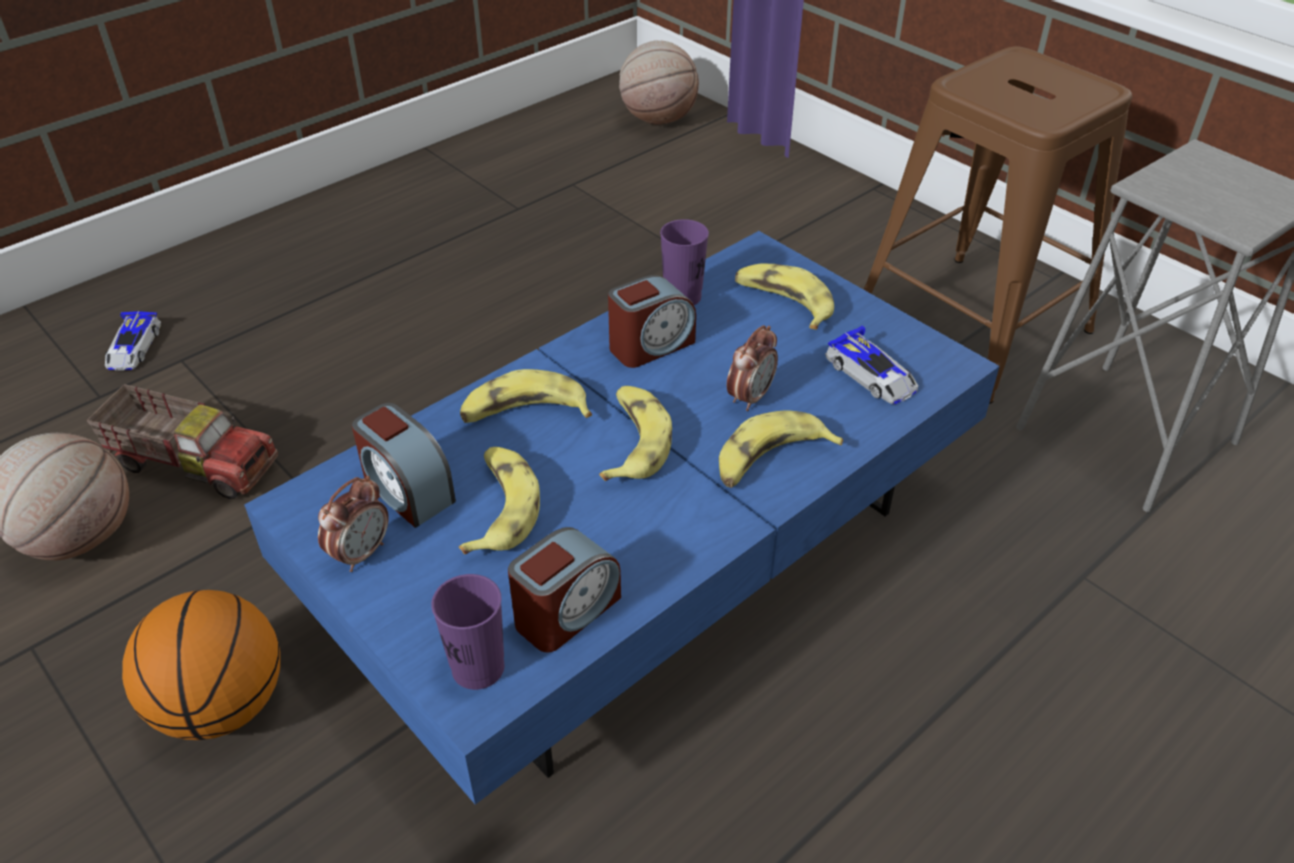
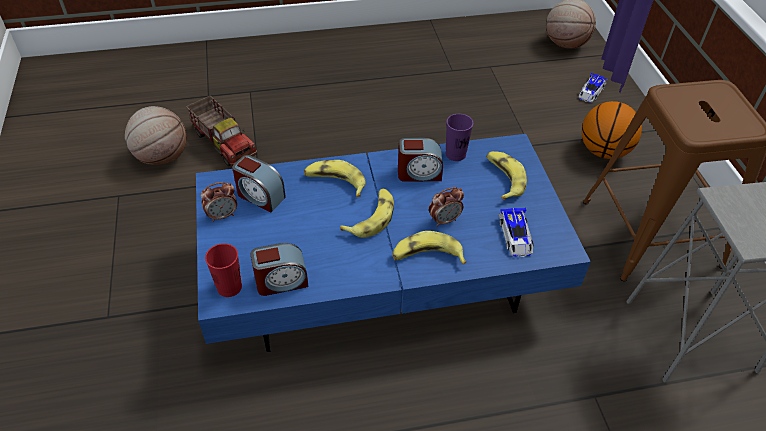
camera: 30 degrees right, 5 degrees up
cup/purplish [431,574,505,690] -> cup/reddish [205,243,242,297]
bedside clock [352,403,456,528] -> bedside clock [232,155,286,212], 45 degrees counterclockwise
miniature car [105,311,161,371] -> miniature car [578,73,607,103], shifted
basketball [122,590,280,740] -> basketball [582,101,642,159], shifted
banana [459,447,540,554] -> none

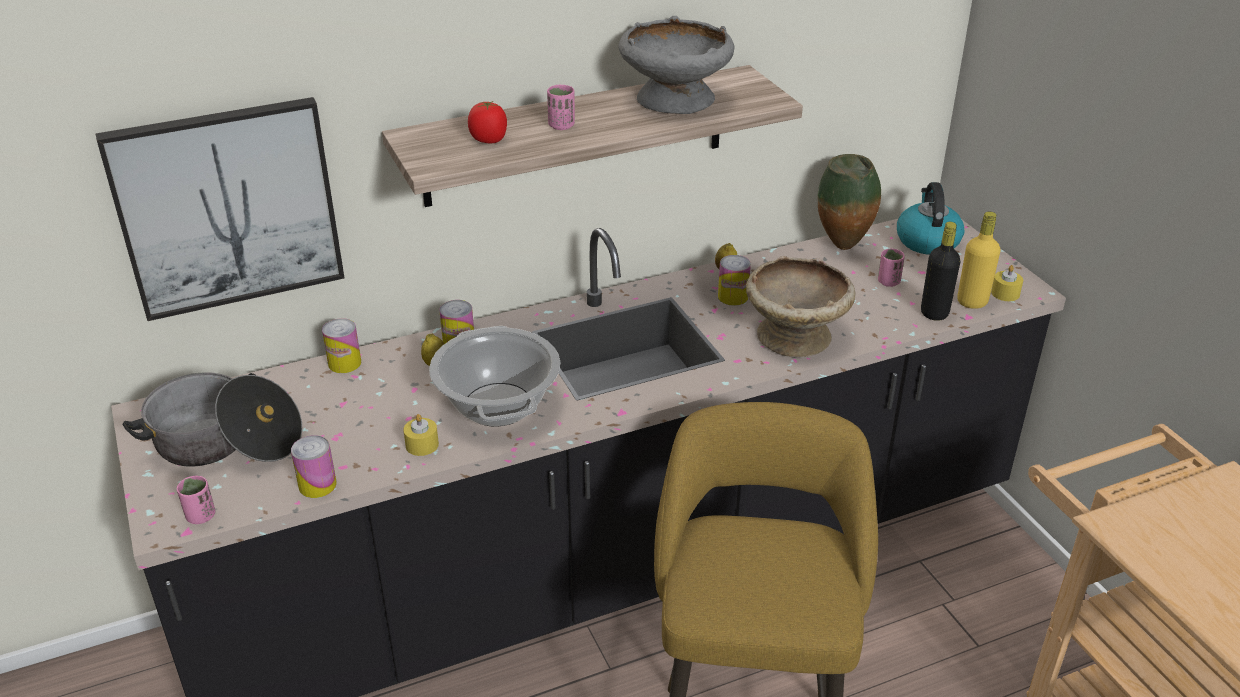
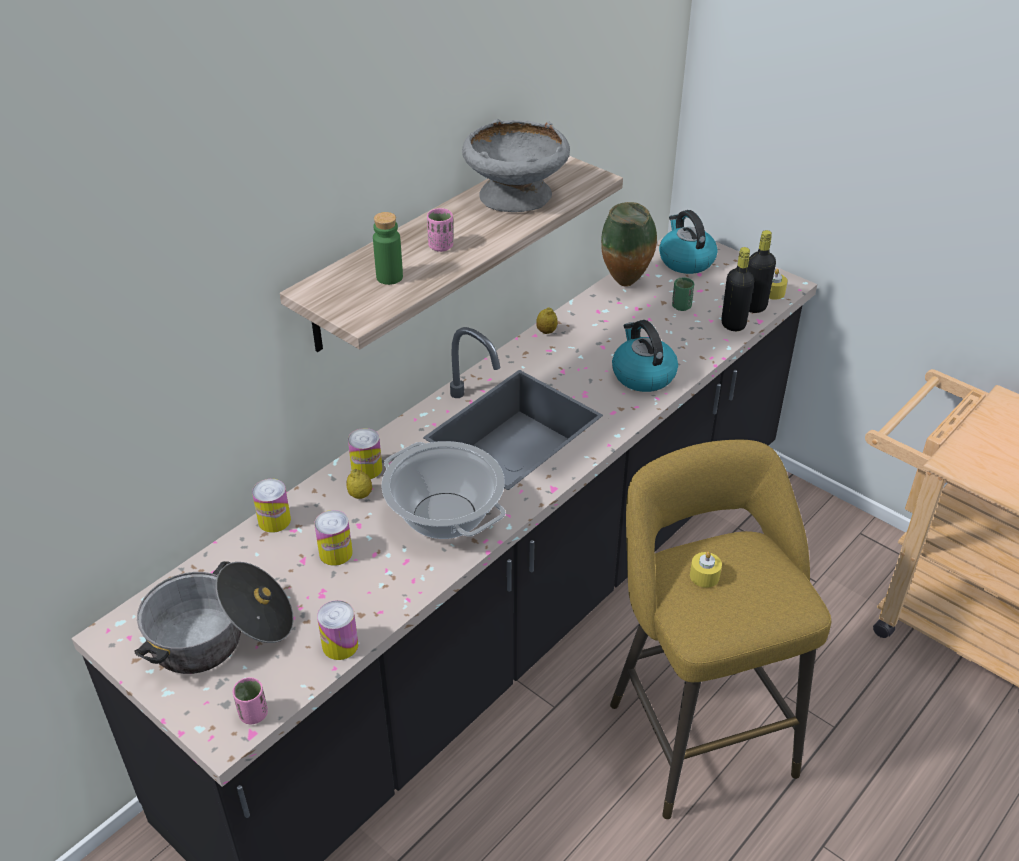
camera: 25 degrees left, 5 degrees up
can [718,255,751,306] -> can [314,510,353,566], shifted
fresh tomato [468,101,507,143] -> beverage bottle/greenish [373,212,403,285]
serving bowl/beige-coloured [746,256,856,357] -> water kettle [612,320,678,392]
cup/pink [878,249,905,287] -> cup/greenish [672,277,694,311]
wax candle/yellowish [403,414,439,456] -> wax candle/yellowish [690,551,722,588], shifted
beverage bottle/yellowish [957,212,1001,309] -> beverage bottle/blackish [748,230,776,313]
picture [96,97,345,321] -> none

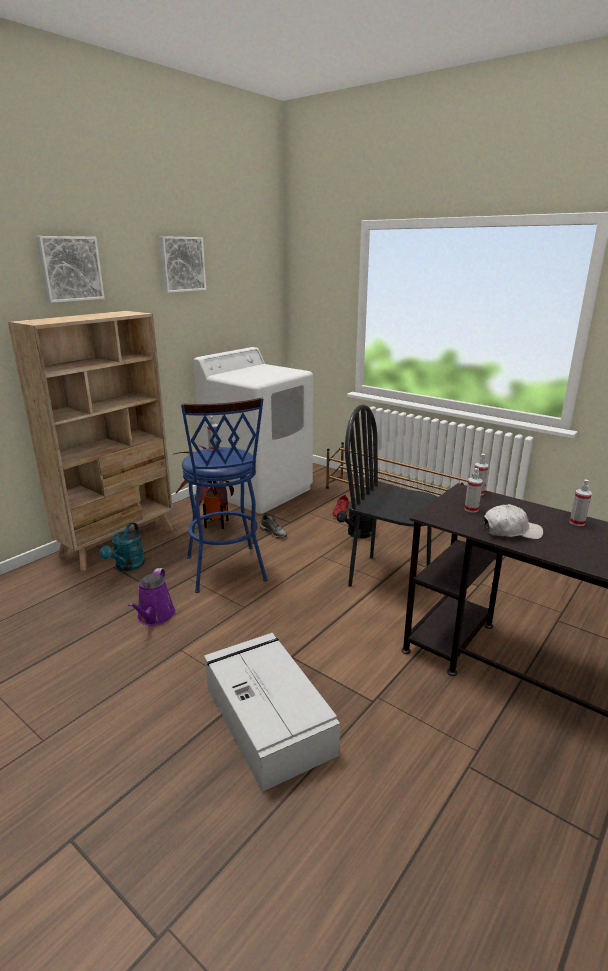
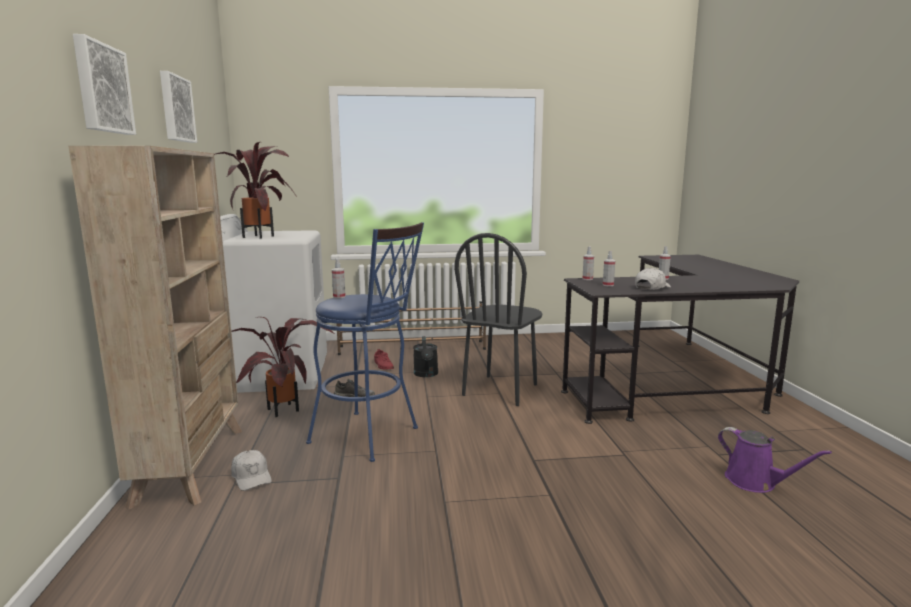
camera: 45 degrees left, 10 degrees down
none -> potted plant [214,142,297,239]
watering pot/turquoise [100,522,145,571] -> peaked cap/white [231,450,272,491]
plain chair/blackish [345,404,438,598] -> plain chair/blackish [454,233,542,406], 45 degrees counterclockwise
watering pot/purplish [128,568,176,626] -> watering pot/purplish [718,427,832,493], shifted
storage container/gray [204,633,340,792] -> none

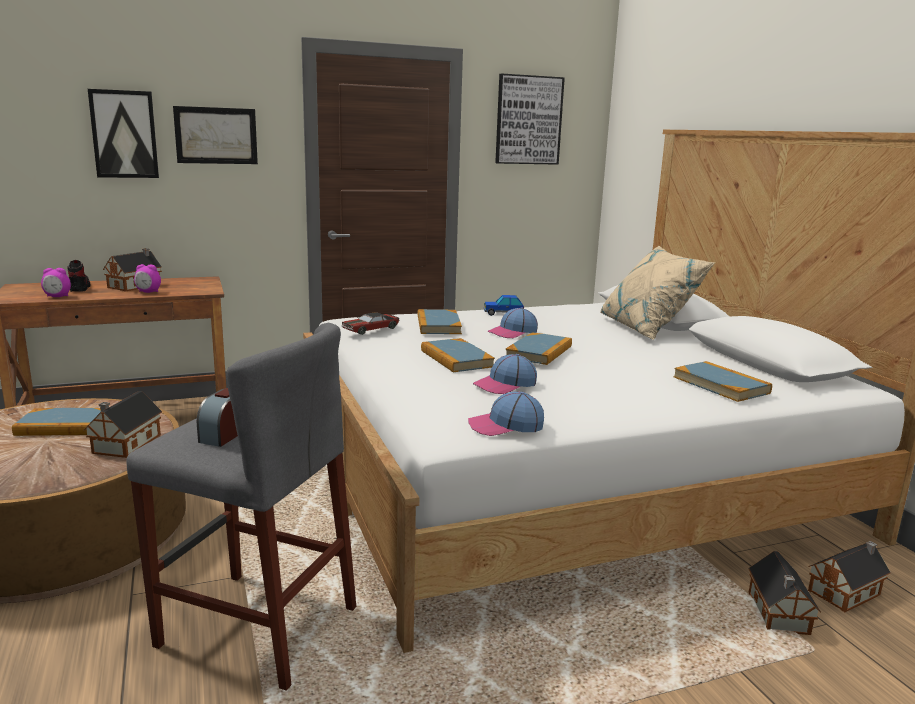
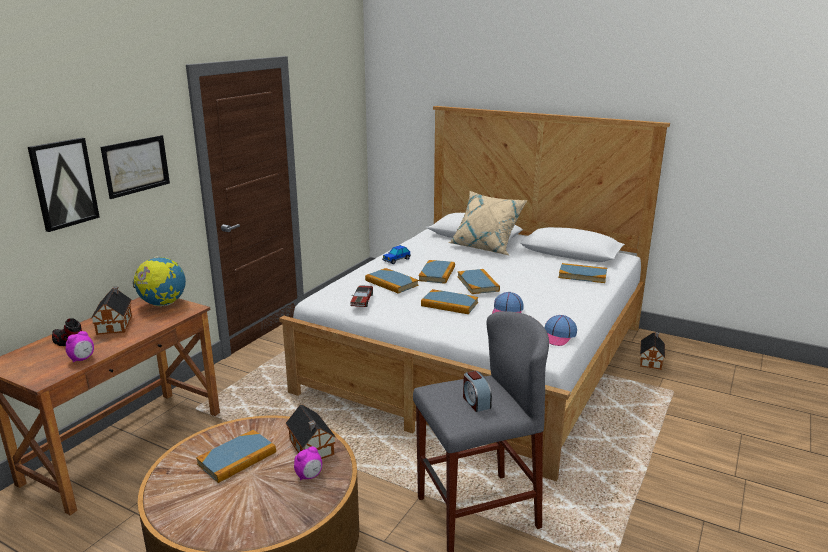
camera: 40 degrees left, 5 degrees up
none -> desk globe [133,256,186,306]
bedside clock [134,264,161,293] -> bedside clock [294,446,322,480], shifted
peaked cap [488,307,538,338] -> volume [418,260,455,284]
picture [495,74,565,165] -> none
toy house [749,551,821,635] -> none

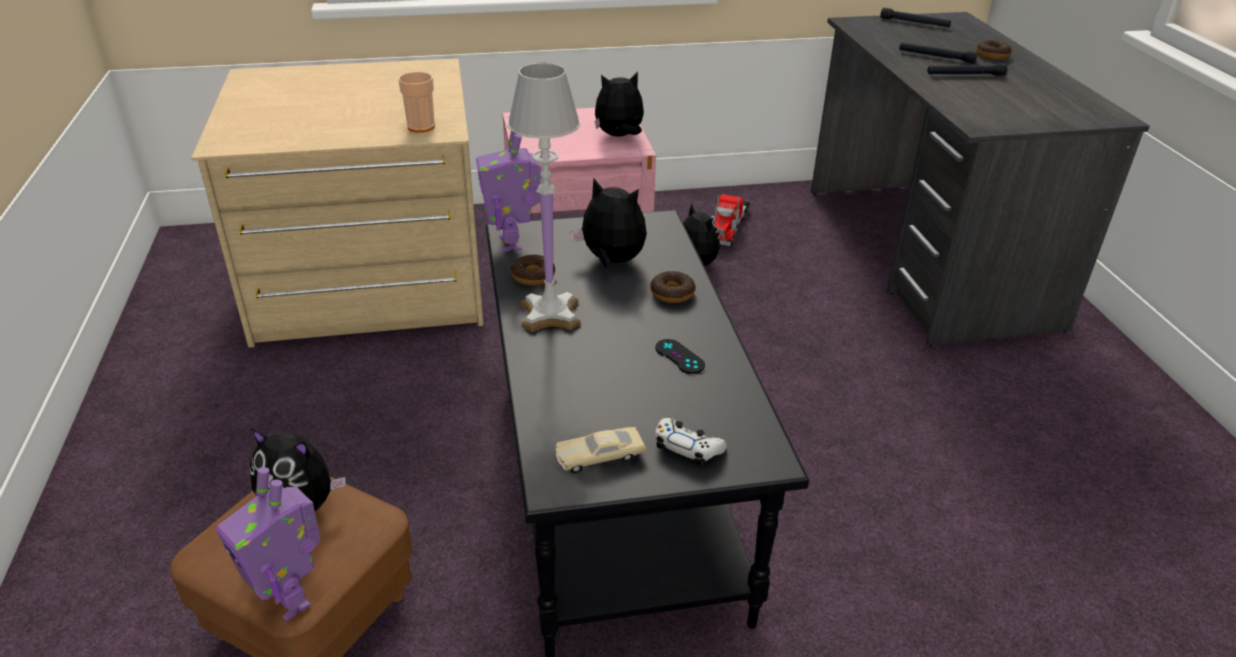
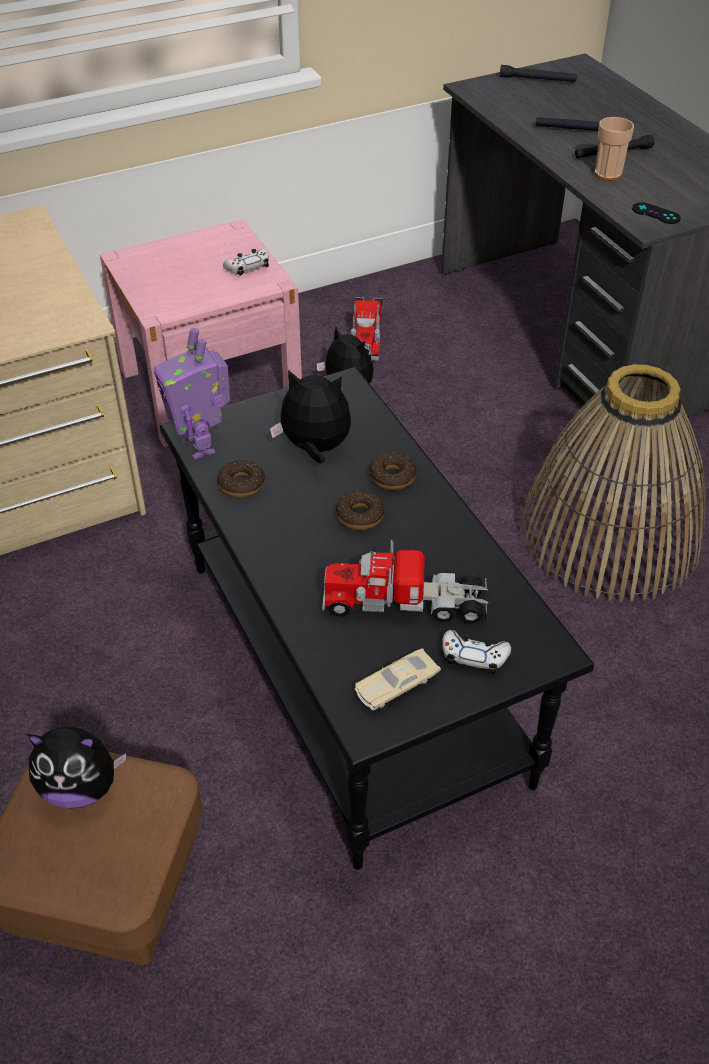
camera: 15 degrees left, 10 degrees up
soft toy [595,72,644,136] -> joypad/white [223,249,269,276]
none -> toy lorry [322,540,488,624]
donut [976,40,1011,60] -> donut [336,490,385,530], shifted
none -> storage basket [520,364,706,603]
cup [398,72,435,133] -> cup [595,117,634,180], shifted
joypad/blackish [655,339,705,374] -> joypad/blackish [632,202,681,224], shifted
toy robot [215,467,321,622] -> none
lamp for a table/white [508,63,580,332] -> none

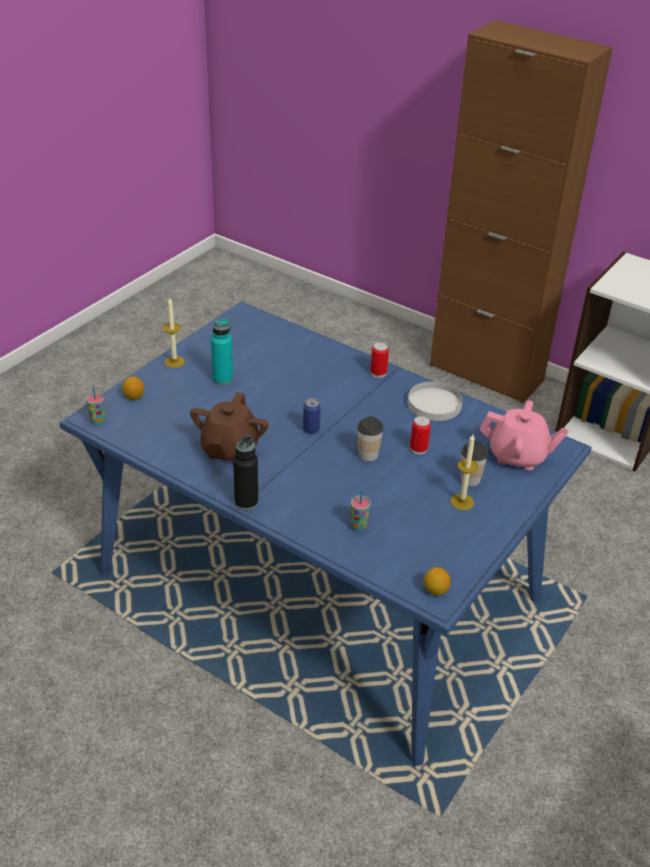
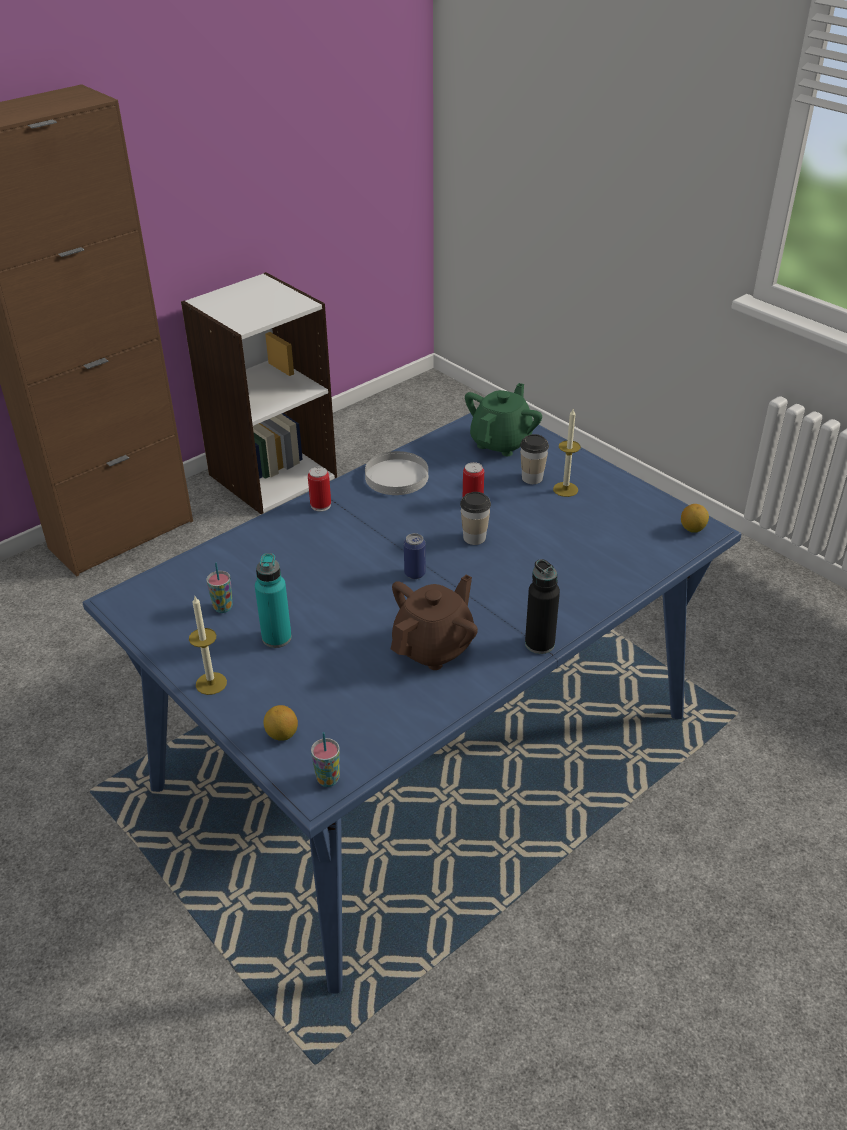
camera: 75 degrees left, 0 degrees up
cup [350,490,371,531] -> cup [206,563,233,613], shifted
tea pot/brown-coloured [190,392,268,461] -> tea pot/brown-coloured [391,574,478,670], 75 degrees counterclockwise
tea pot/pink [480,400,568,470] -> tea pot/greenish [465,383,542,456]

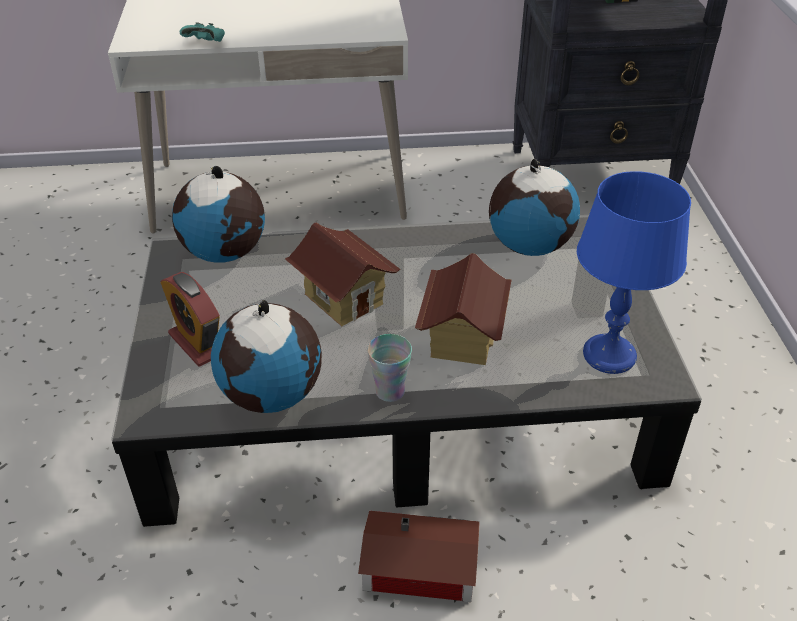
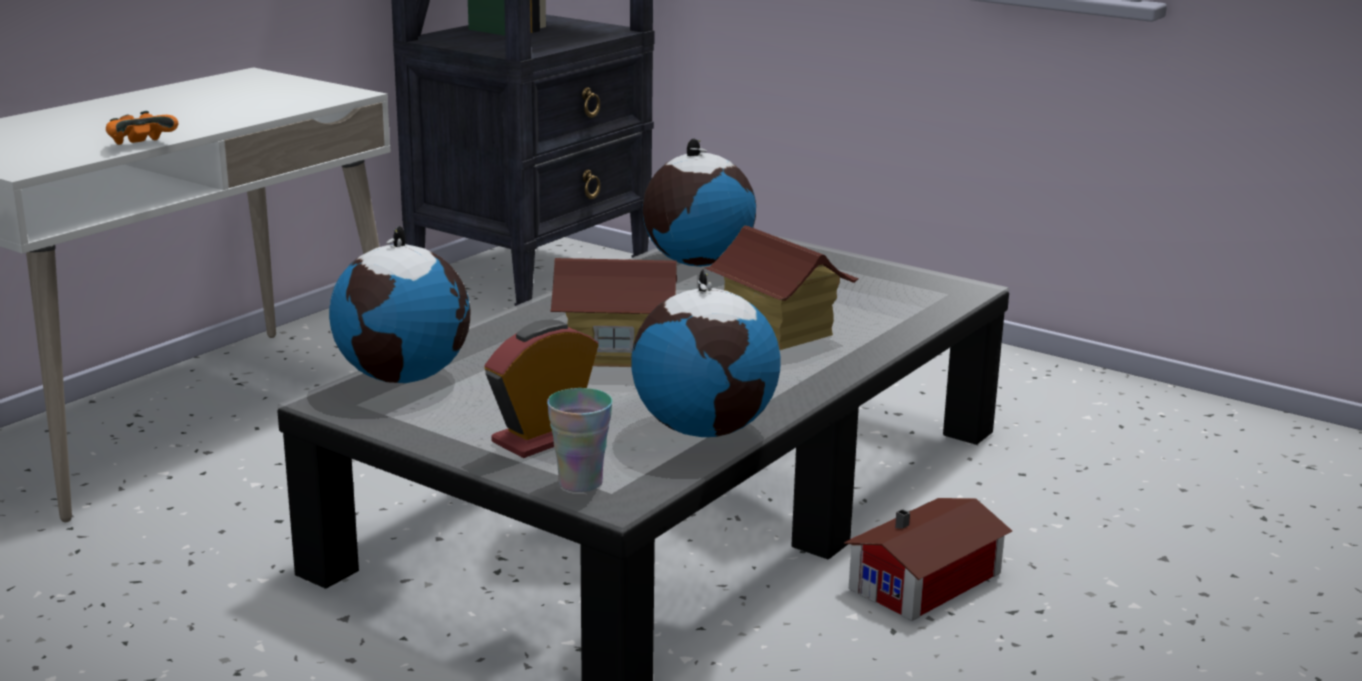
camera: 50 degrees left, 20 degrees down
joypad/turquoise [180,22,225,42] -> joypad/orangey [106,111,178,145]
bedside clock [161,272,220,367] -> bedside clock [484,320,599,458], 135 degrees clockwise
cup [368,334,412,402] -> cup [547,388,613,492], shifted
lamp for a table/blue [577,171,691,374] -> none

